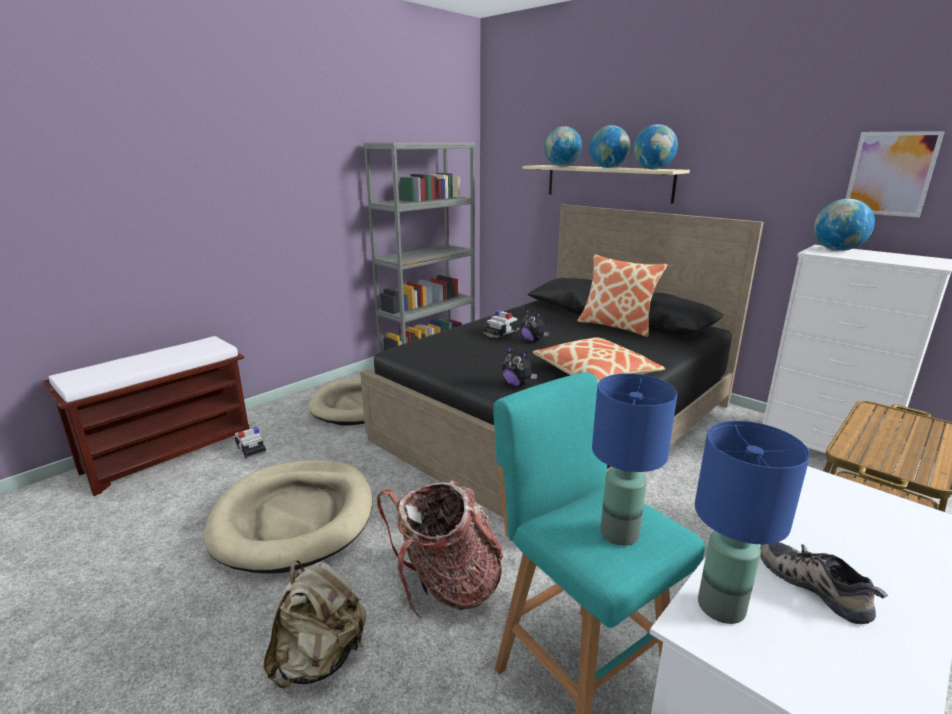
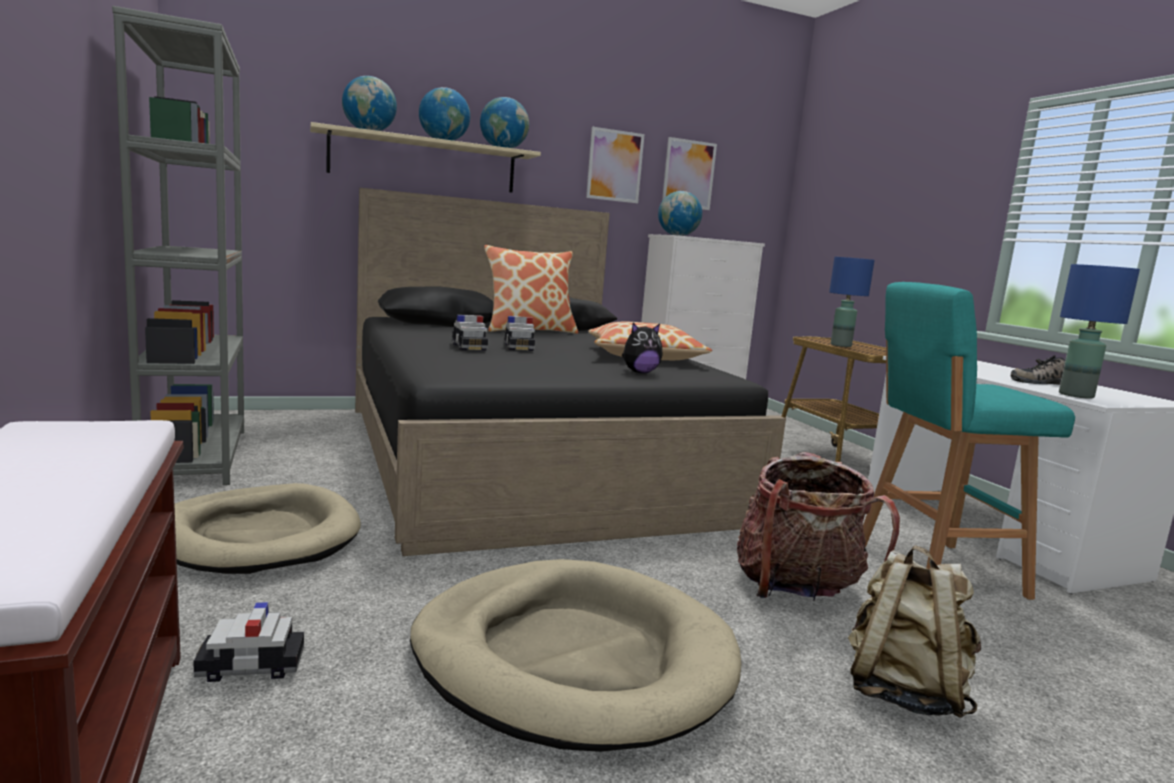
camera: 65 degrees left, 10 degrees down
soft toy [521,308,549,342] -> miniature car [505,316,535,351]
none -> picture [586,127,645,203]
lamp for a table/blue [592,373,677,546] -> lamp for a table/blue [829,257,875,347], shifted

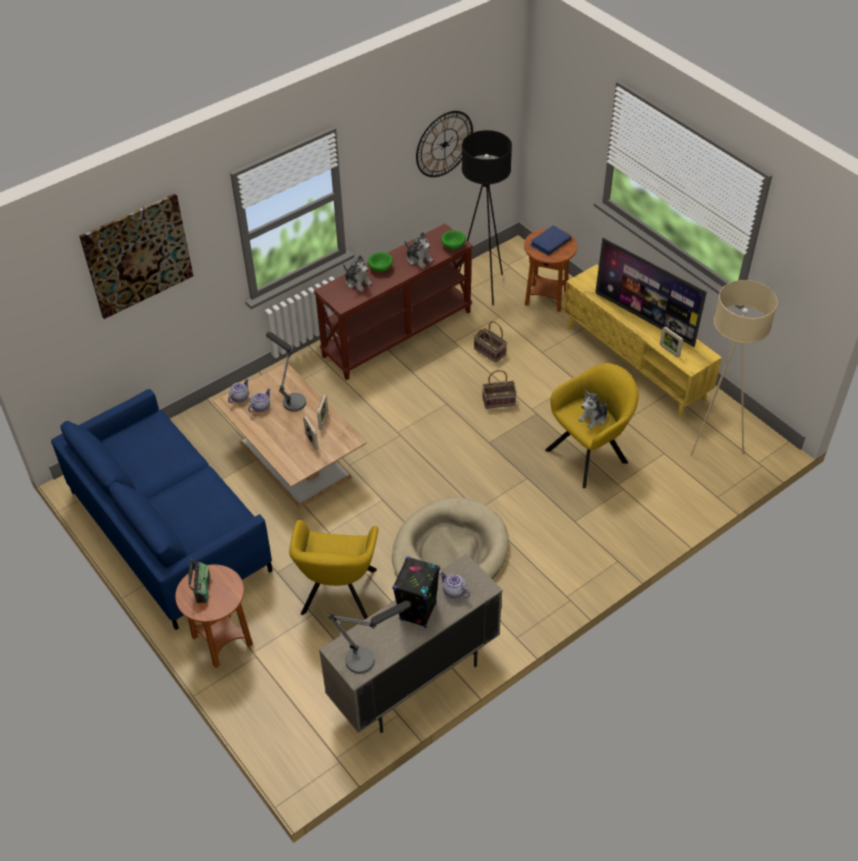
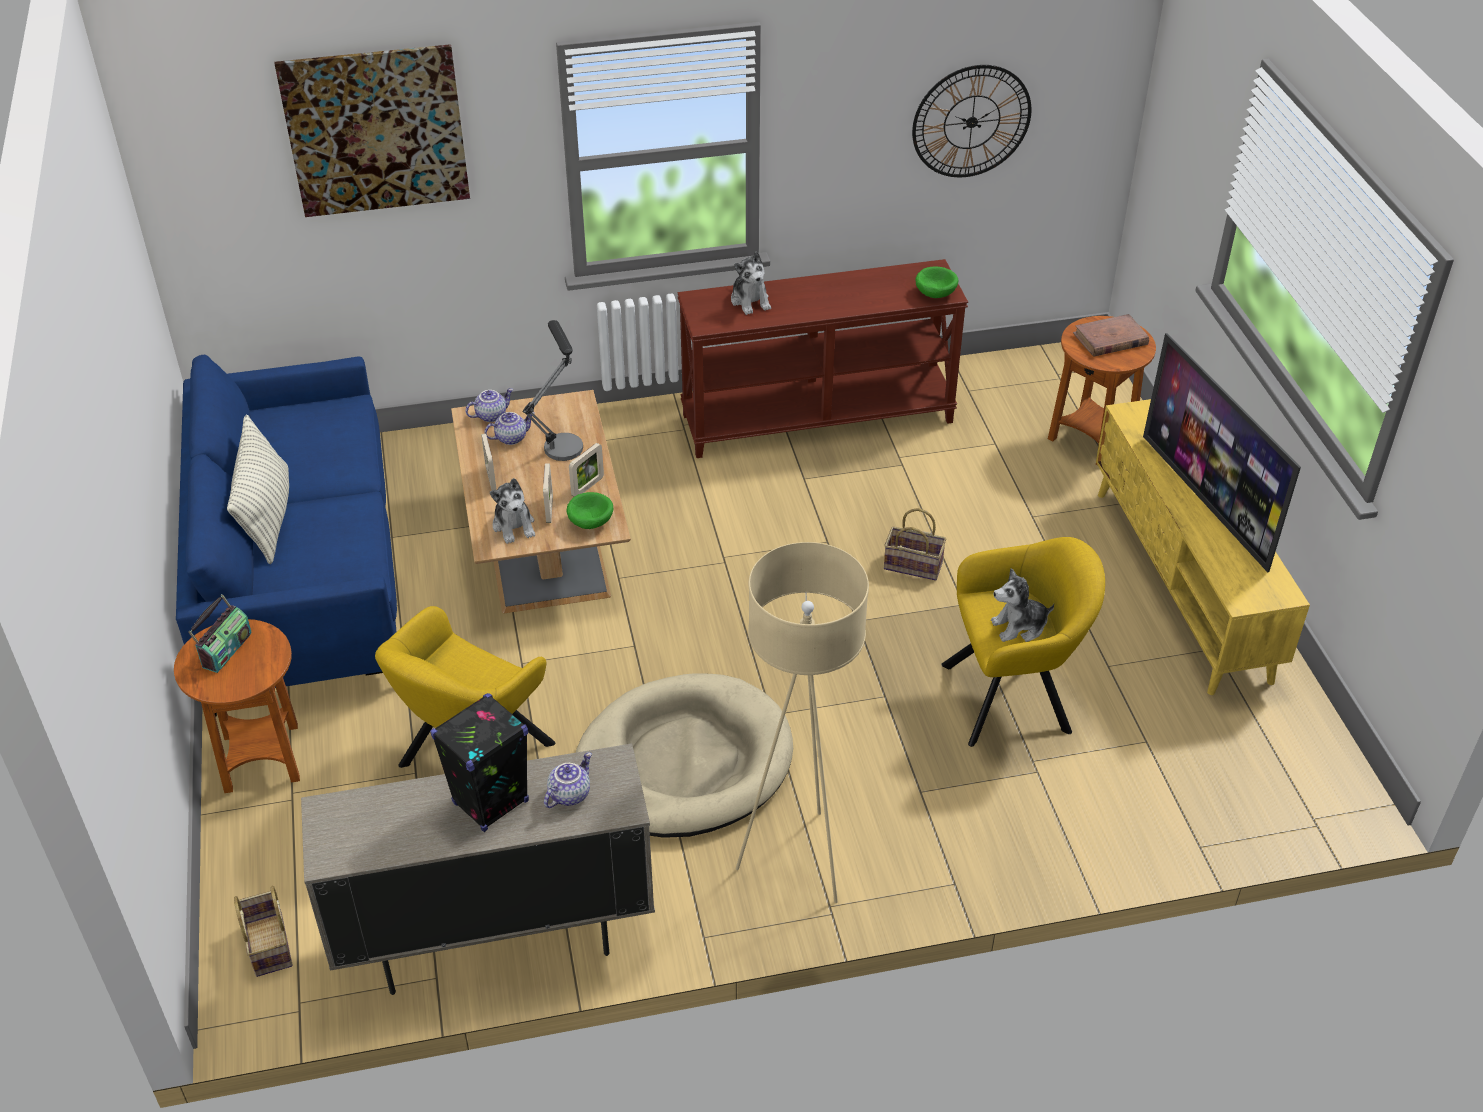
camera: 25 degrees right, 5 degrees down
none -> cushion [227,414,289,564]
storage basket [474,321,507,363] -> storage basket [234,886,293,977], shifted
standing frame [660,327,683,357] -> standing frame [481,433,497,490], shifted
soft toy [405,232,433,269] -> soft toy [490,478,535,544], shifted
tea pot [439,571,470,598] -> tea pot [544,752,592,808], 60 degrees clockwise
serving bowl/greenish [368,252,393,272] -> serving bowl/greenish [567,492,613,529], shifted
standard lamp/beige-coloured [690,280,778,457] -> standard lamp/beige-coloured [736,542,869,903], shifted
volume/blue [530,225,571,256] -> volume/brown-coloured [1073,314,1149,357]
lamp for a table [328,601,411,674] -> none
standard lamp/blackish [459,130,512,306] -> none

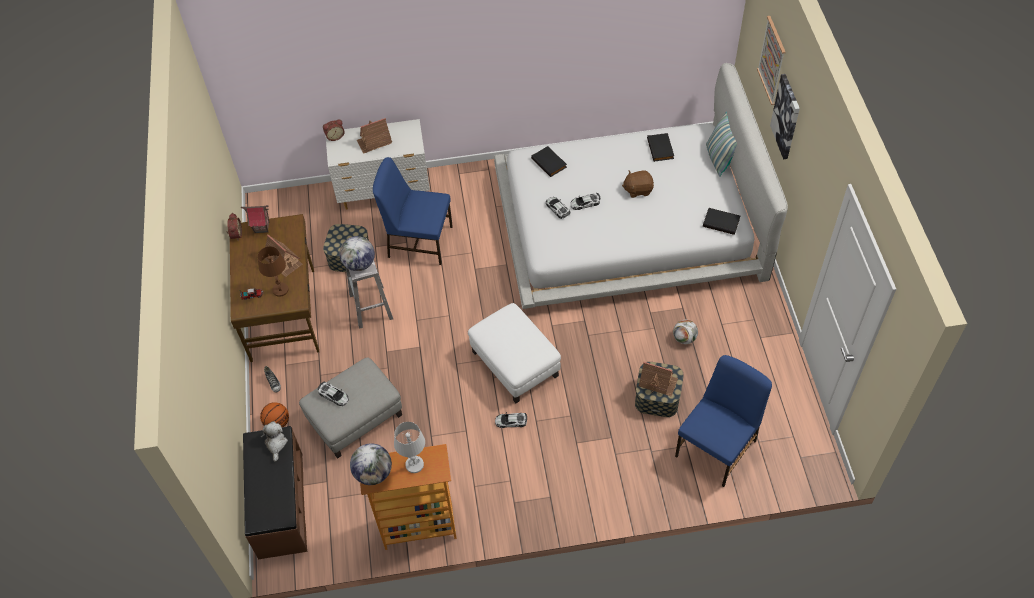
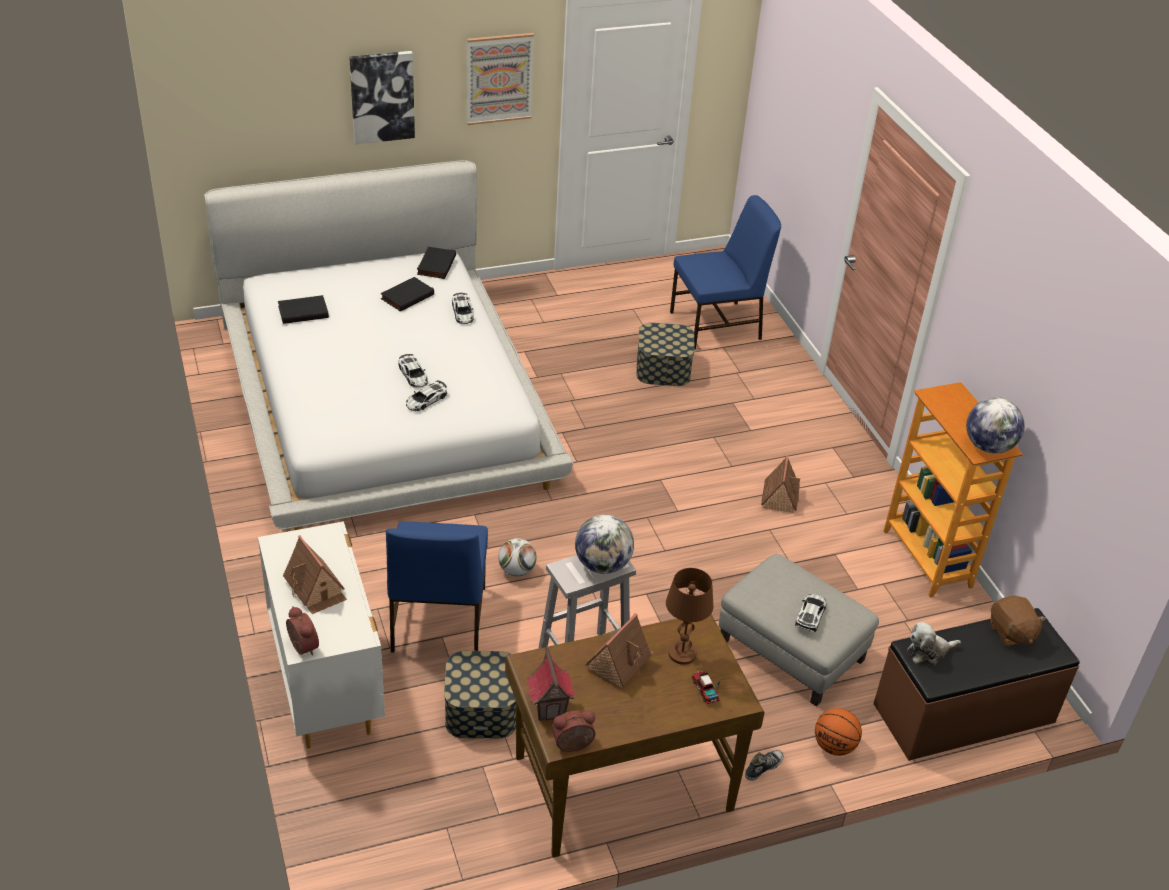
camera: 105 degrees left, 15 degrees down
volume/blackish [531,146,567,177] -> volume/blackish [381,277,434,311], shifted
miniature car [495,412,527,428] -> miniature car [452,293,474,324], shifted
picture [757,16,786,105] -> picture [467,33,534,125], shifted
football ball [673,320,698,344] -> football ball [498,538,537,576], shifted
plain chair/blue [675,355,772,487] -> plain chair/blue [670,195,781,349], 135 degrees clockwise
toy house [639,362,678,397] -> toy house [761,456,800,513], shifted
soft toy/brown-coloured [622,171,654,198] -> soft toy/brown-coloured [990,596,1046,647], shifted
lamp for a table/white [394,422,425,473] -> none
pouffe/white [468,303,561,403] -> none
cushion [706,112,737,177] -> none

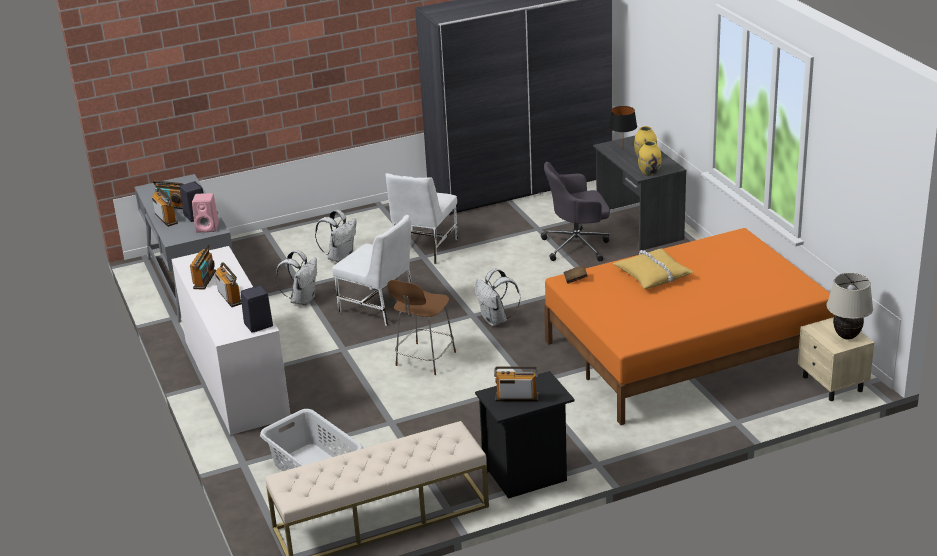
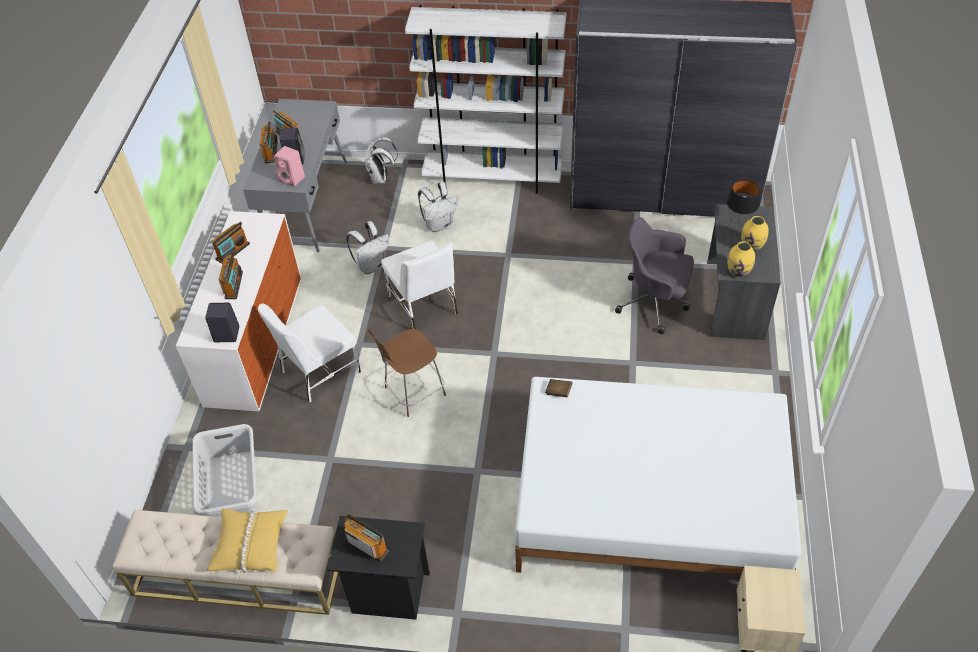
camera: 30 degrees right, 20 degrees up
cushion/yellowish [613,248,694,289] -> cushion/yellowish [207,507,288,573], shifted
plain chair/white [386,173,458,264] -> plain chair/white [258,304,361,403], shifted
backpack/white [475,269,521,326] -> backpack/white [365,137,398,184], shifted
none -> shelving unit/white [405,5,566,194]
bed/orangey [544,228,834,425] -> bed/white [515,377,802,575]
lamp for a table/beige-coloured [826,273,873,340] -> none

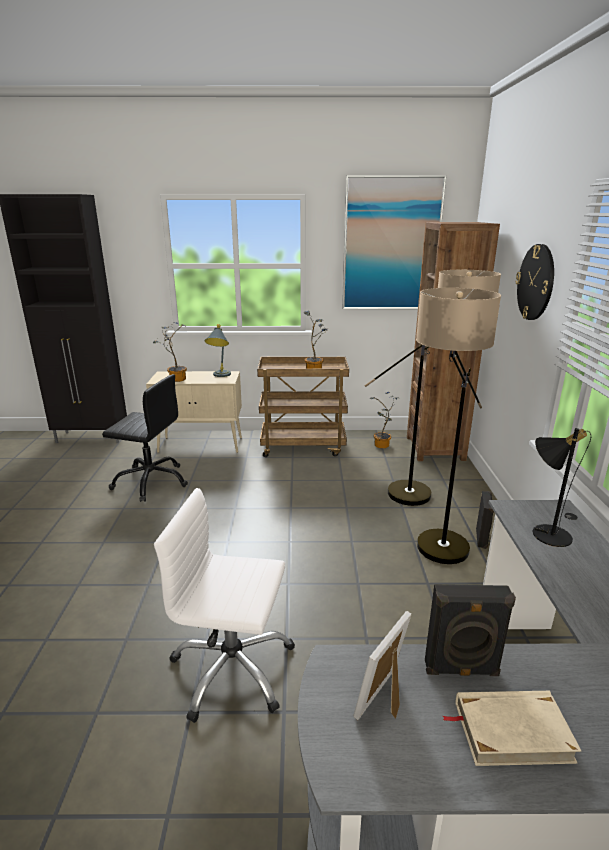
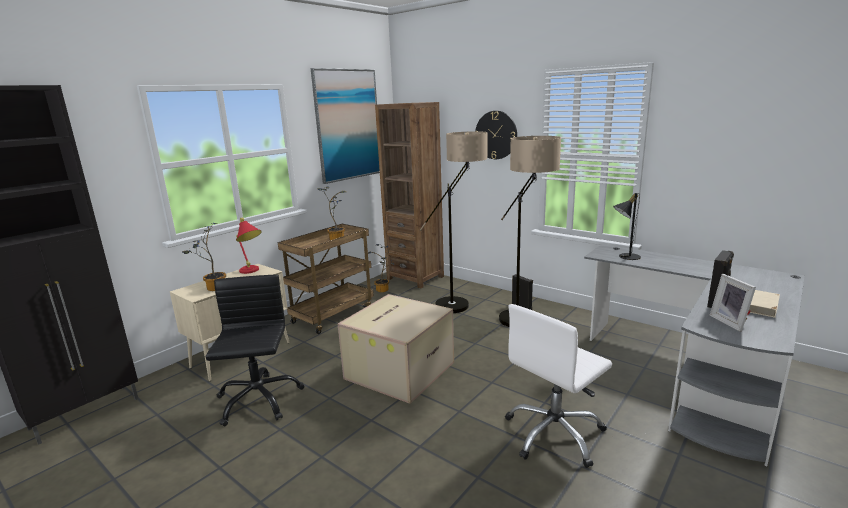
camera: 50 degrees left, 5 degrees down
computer chair/blackish [102,374,188,502] -> computer chair/blackish [206,274,304,426], 60 degrees counterclockwise
lamp for a table/gray [205,324,231,377] -> lamp for a table/reddish [236,217,262,274]
none -> cardboard box [338,294,454,404]

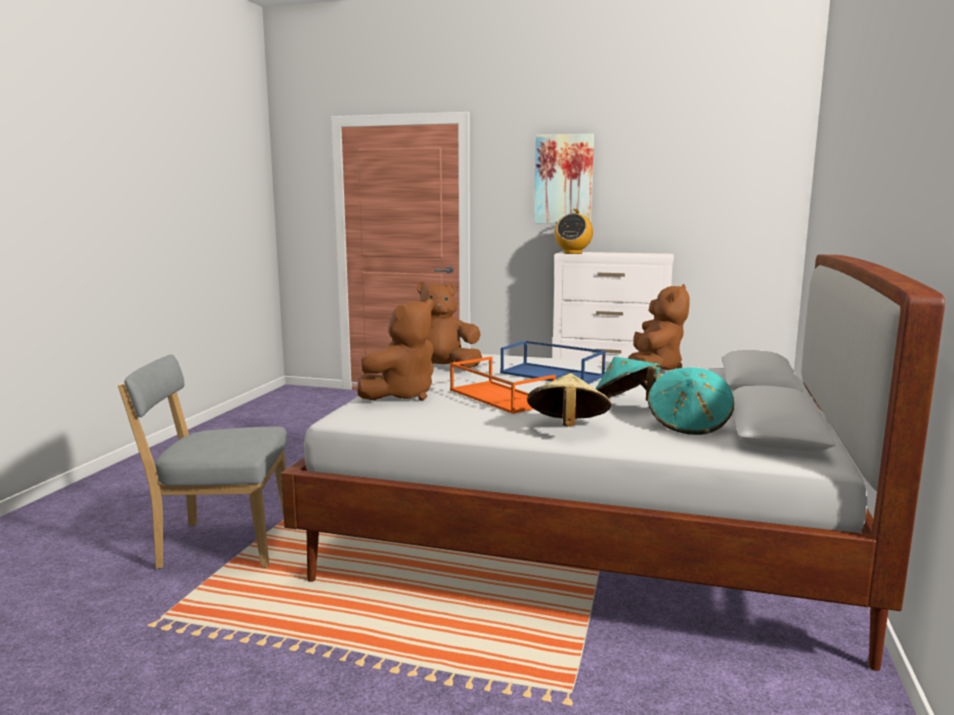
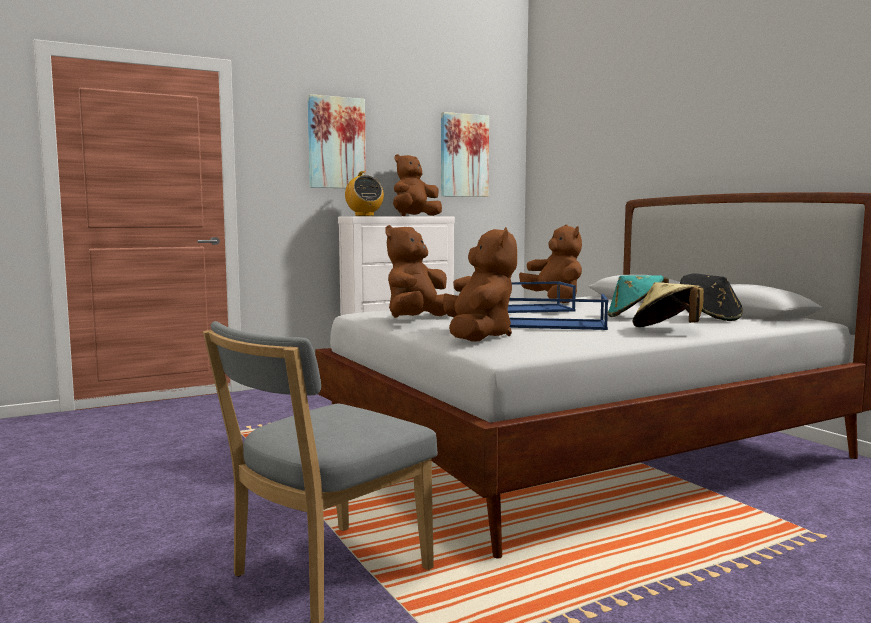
camera: 45 degrees left, 5 degrees down
none -> soft toy/brown-coloured [393,154,442,216]
none -> picture [441,112,489,197]
carrying tray/orangey [450,357,556,414] -> carrying tray/blue [509,294,608,330]
wearable hat/turquoise [647,367,734,435] -> wearable hat/blackish [680,273,743,321]

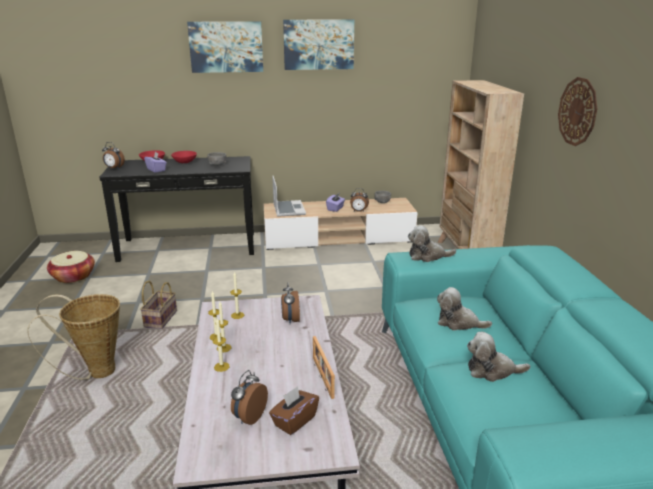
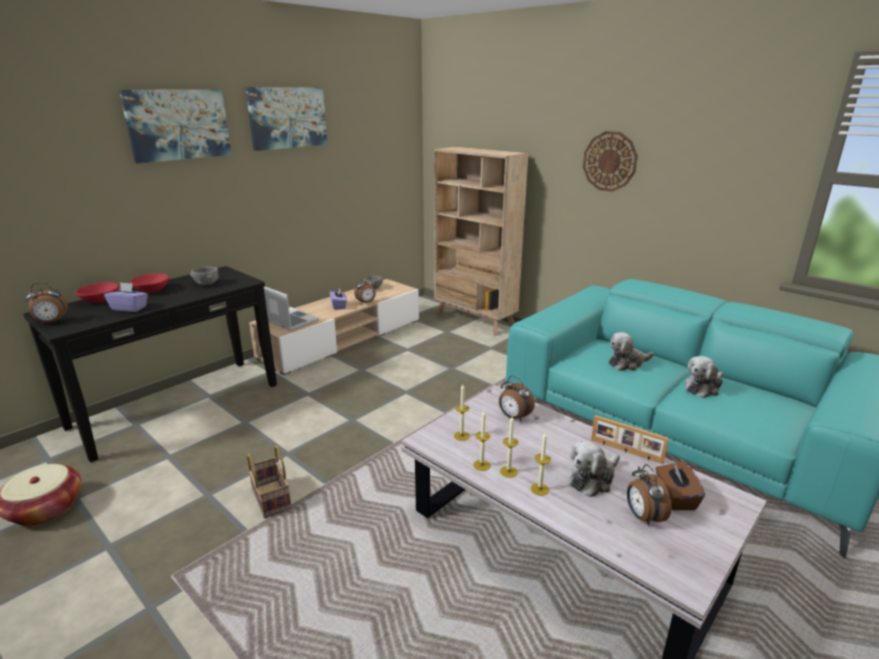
camera: 40 degrees left, 0 degrees up
soft toy [408,225,456,262] -> soft toy [569,441,620,497], shifted
storage basket [27,294,120,380] -> none

